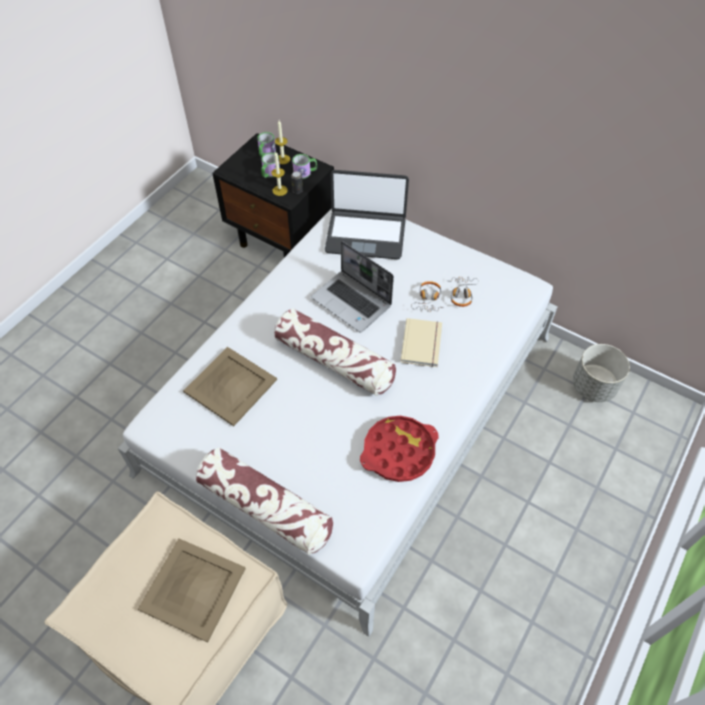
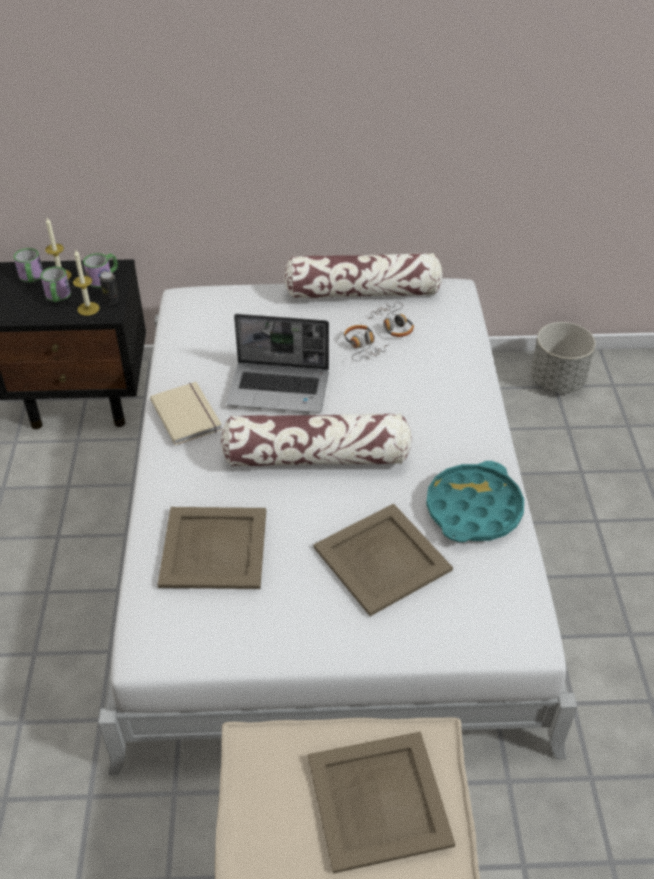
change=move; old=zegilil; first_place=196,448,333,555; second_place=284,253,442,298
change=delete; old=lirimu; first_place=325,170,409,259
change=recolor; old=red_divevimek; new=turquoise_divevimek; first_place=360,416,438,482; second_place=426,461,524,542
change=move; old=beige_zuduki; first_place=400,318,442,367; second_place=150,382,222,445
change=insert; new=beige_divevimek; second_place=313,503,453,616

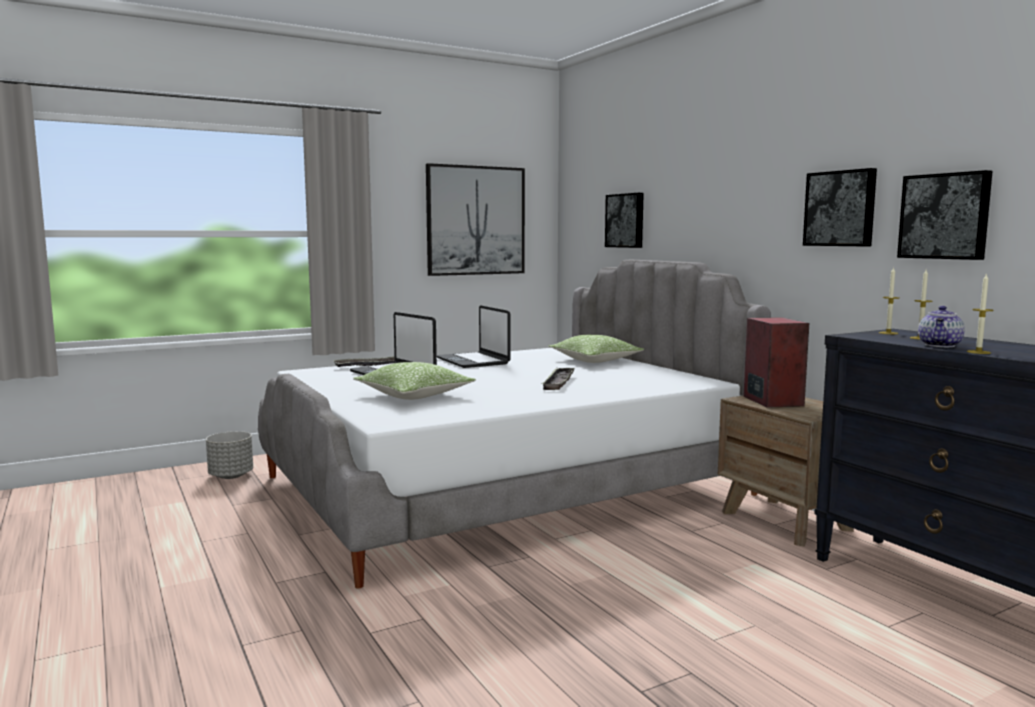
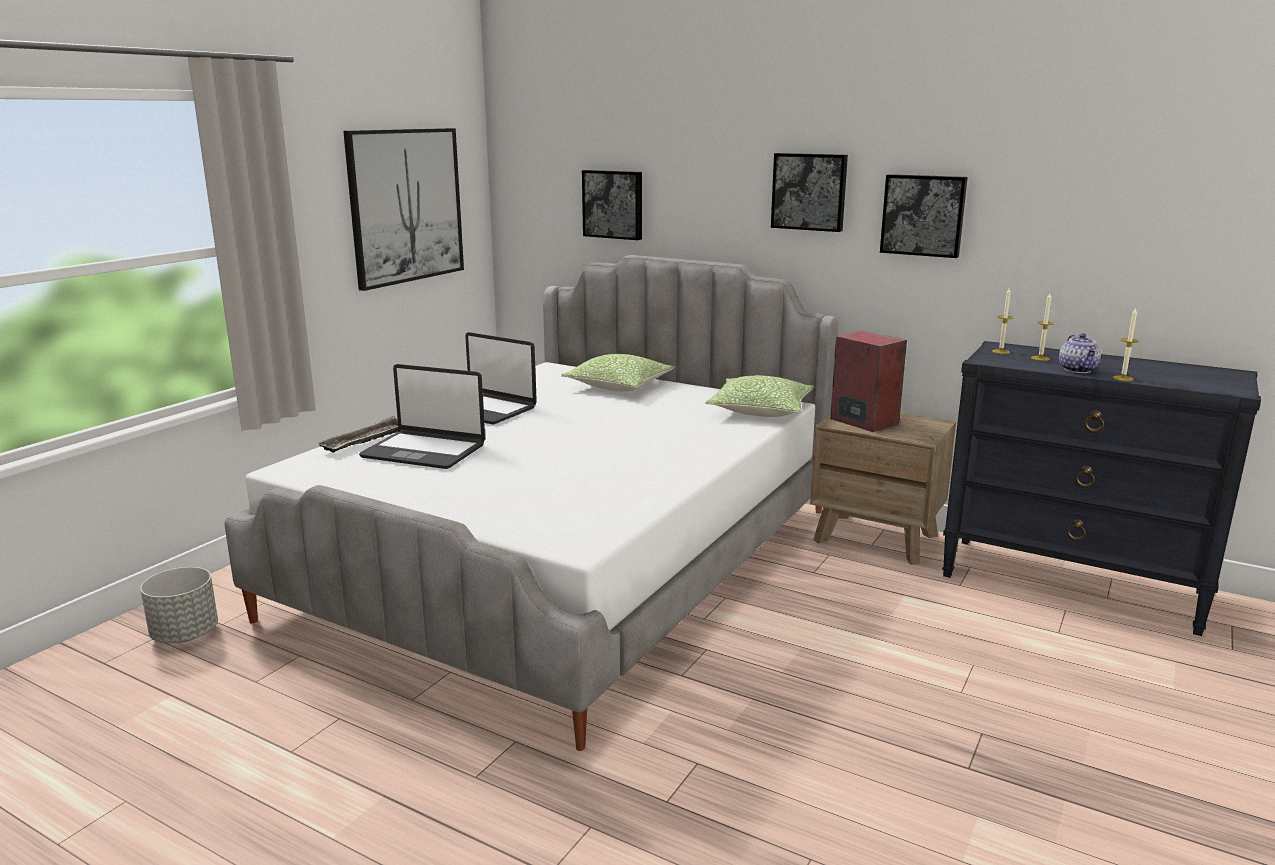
change=move; old=zegilil; first_place=353,362,476,400; second_place=705,375,814,417
change=delete; old=divevimek; first_place=541,368,575,390
change=move; old=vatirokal; first_place=897,170,993,260; second_place=771,153,848,232

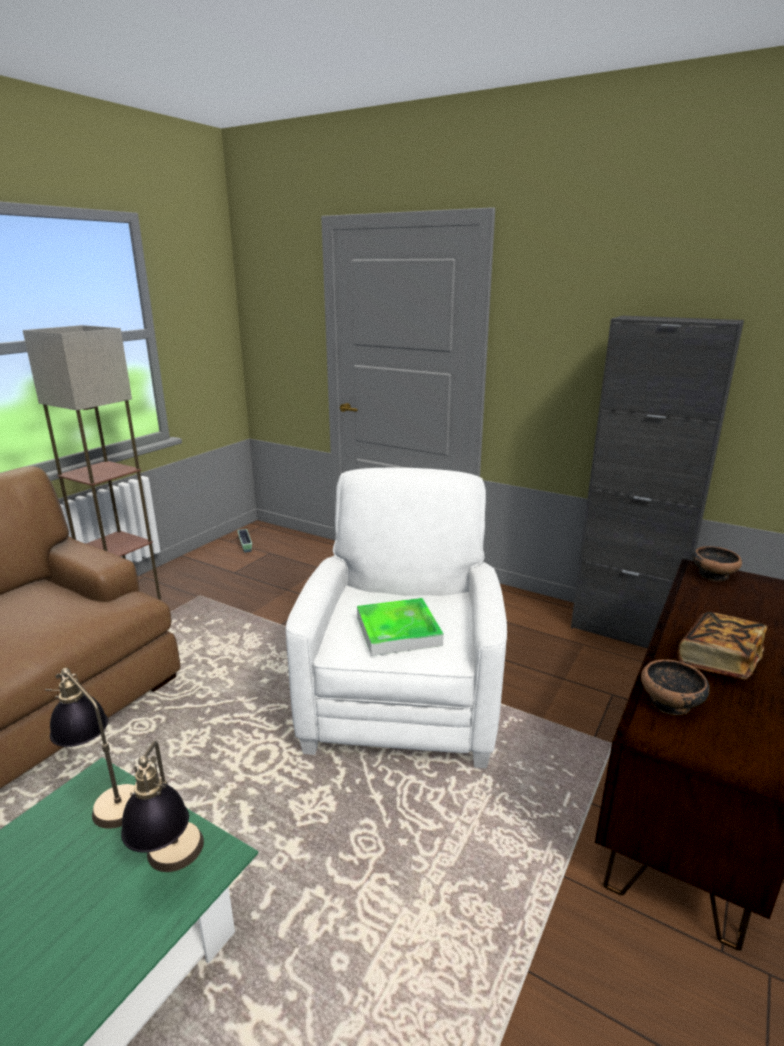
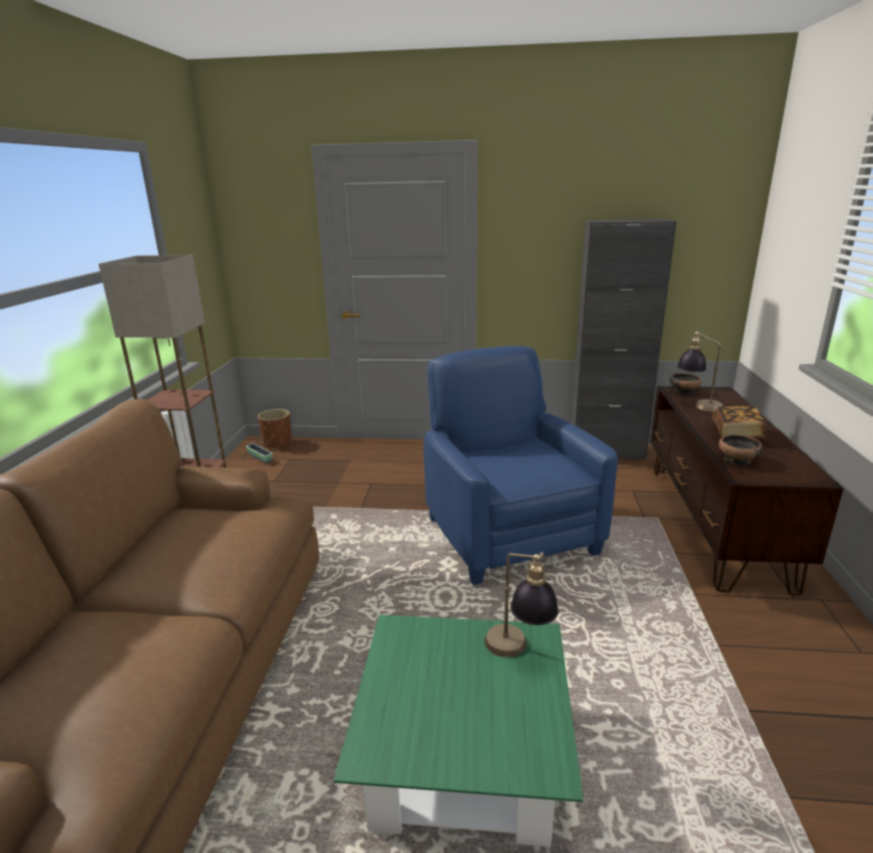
change=move; old=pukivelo; first_place=45,668,135,829; second_place=677,331,723,412
change=recolor; old=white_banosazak; new=blue_banosazak; first_place=286,468,507,768; second_place=423,346,618,585
change=delete; old=divevimek; first_place=357,598,444,656
change=insert; new=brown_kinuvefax; second_place=258,409,292,449

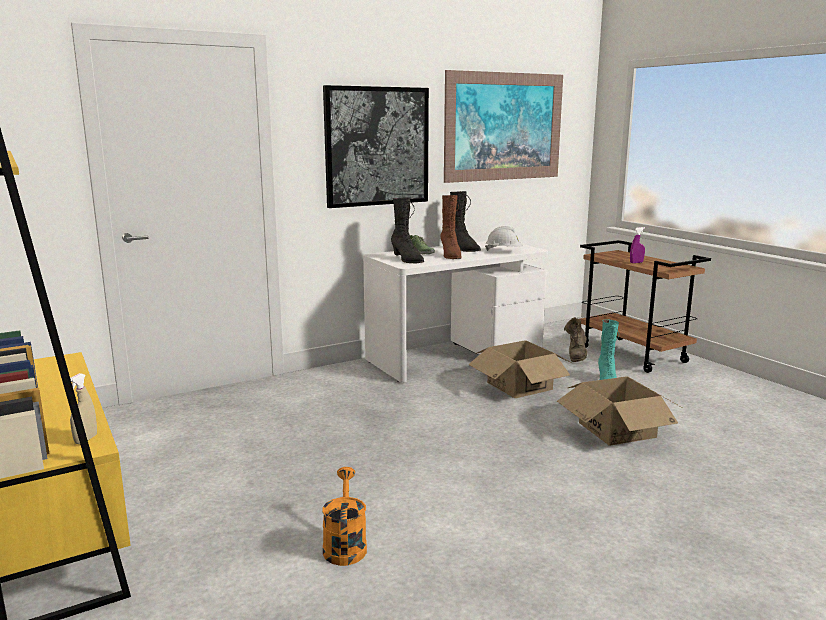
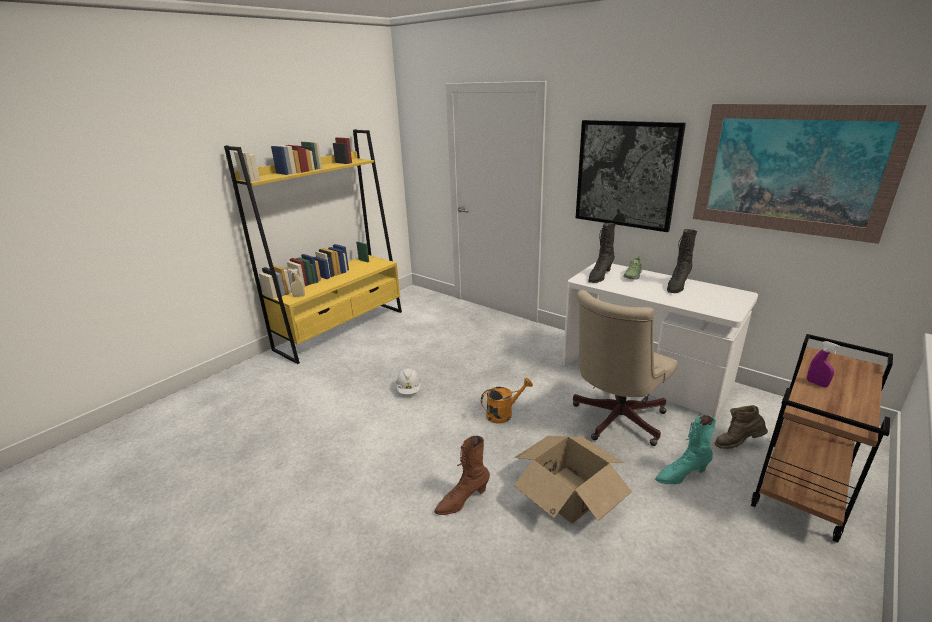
change=move; old=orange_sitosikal; first_place=322,467,367,566; second_place=481,378,533,424
change=move; old=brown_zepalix; first_place=441,195,462,259; second_place=434,436,490,515
change=replace; old=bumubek; new=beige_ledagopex; first_place=468,340,572,398; second_place=573,290,678,446
change=move; old=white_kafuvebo; first_place=485,226,523,251; second_place=396,368,422,394

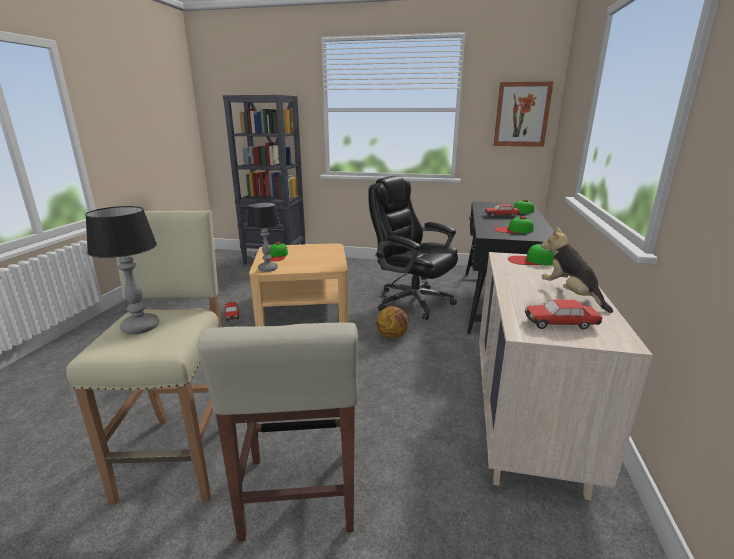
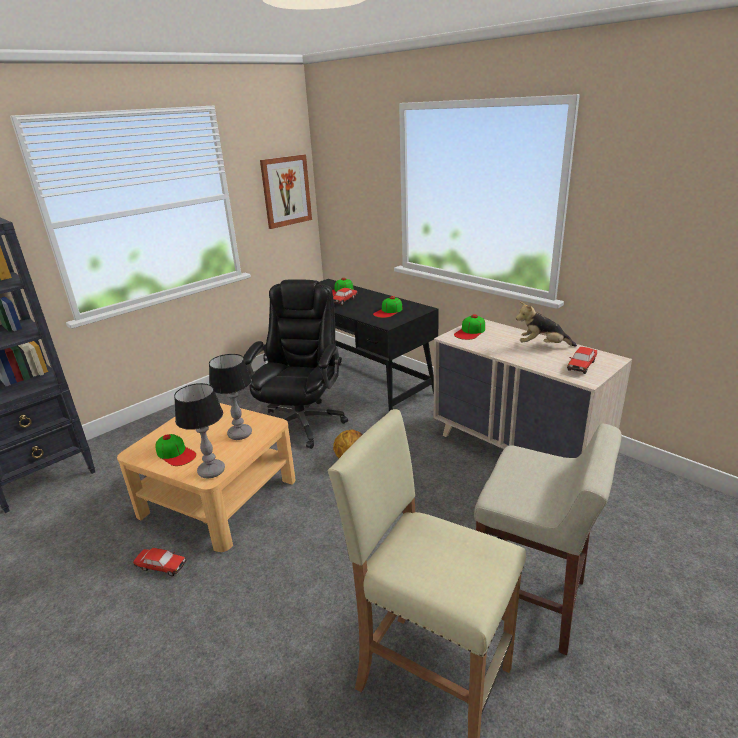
change=move; old=pukivelo; first_place=85,206,159,334; second_place=209,354,252,440
change=rotate; old=black_ledagopex; first_place=368,176,458,320; second_place=243,279,348,449; degrees=120

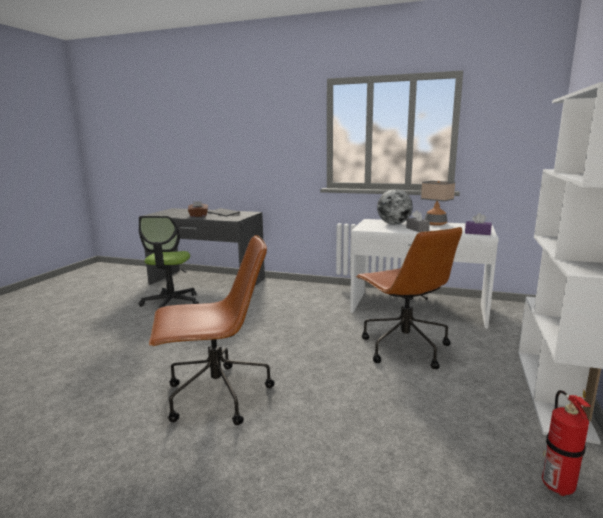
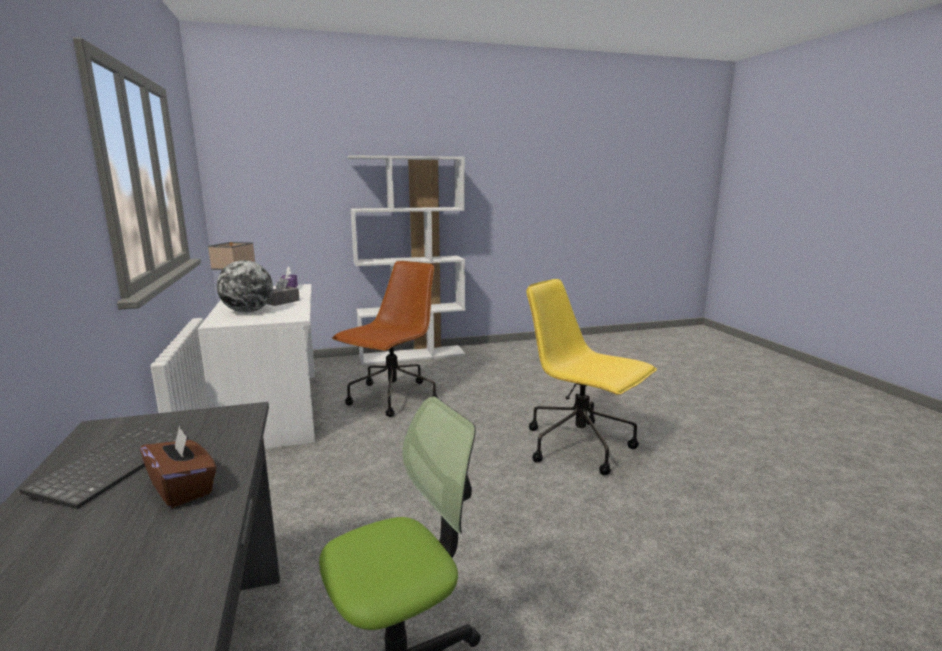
change=recolor; old=brown_ledagopex; new=yellow_ledagopex; first_place=149,235,274,425; second_place=526,279,657,475
change=delete; old=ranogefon; first_place=542,390,591,496

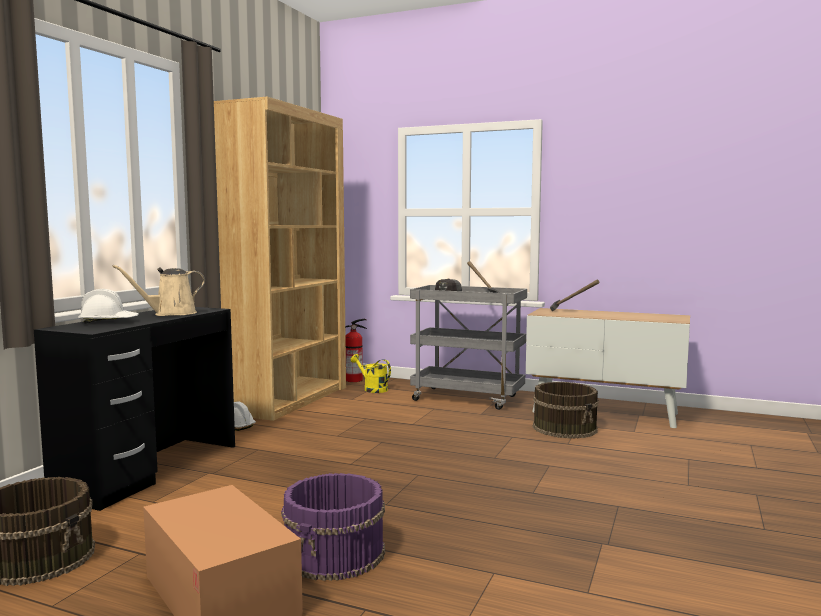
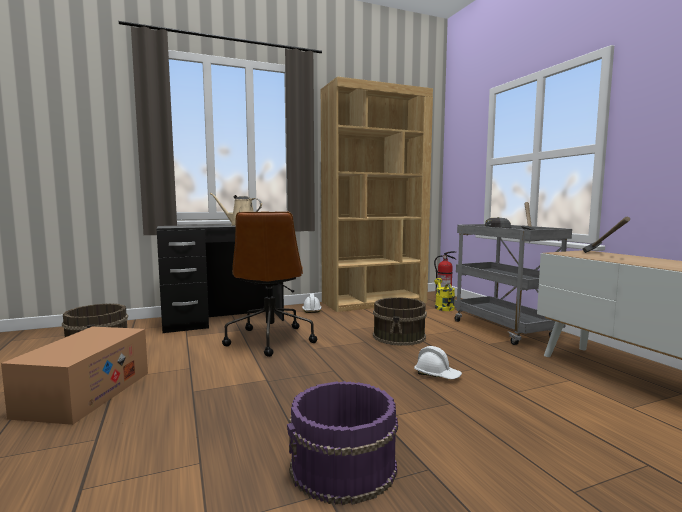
change=move; old=white_kafuvebo; first_place=78,289,139,323; second_place=414,346,462,379
change=move; old=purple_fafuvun; first_place=281,473,385,581; second_place=287,381,398,505
change=move; old=brown_fafuvun; first_place=533,382,599,439; second_place=373,297,427,346
change=insert; new=brown_ledagopex; second_place=222,211,317,357

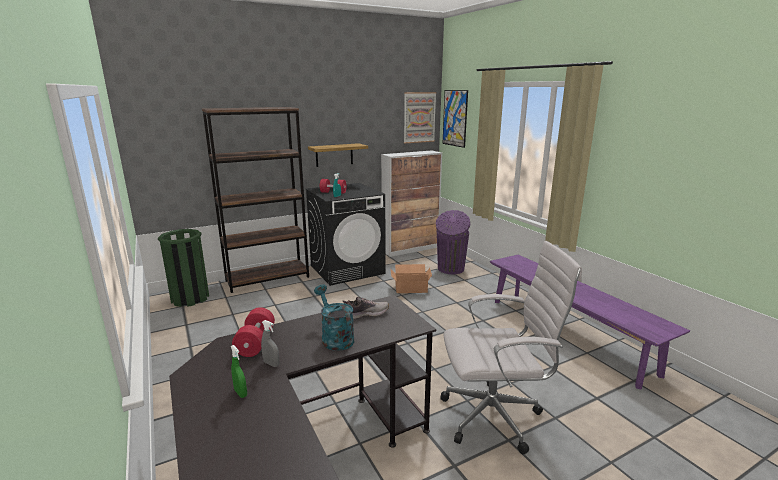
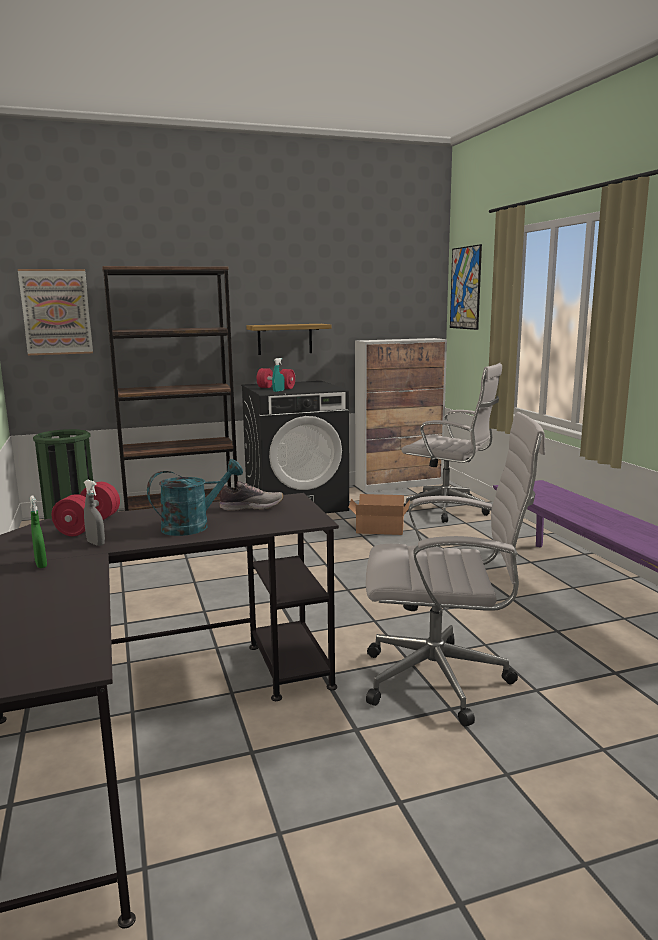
change=rotate; old=turquoise_sitosikal; first_place=314,284,354,351; second_place=147,459,243,536; degrees=75
change=move; old=vatirokal; first_place=404,92,436,143; second_place=18,269,93,355
change=replace; old=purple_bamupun; new=white_ledagopex; first_place=436,210,470,274; second_place=401,363,502,523

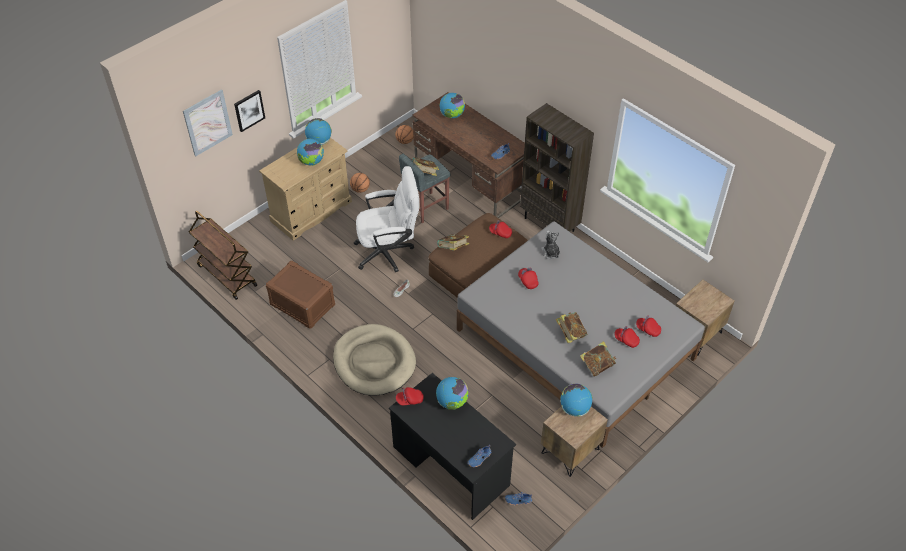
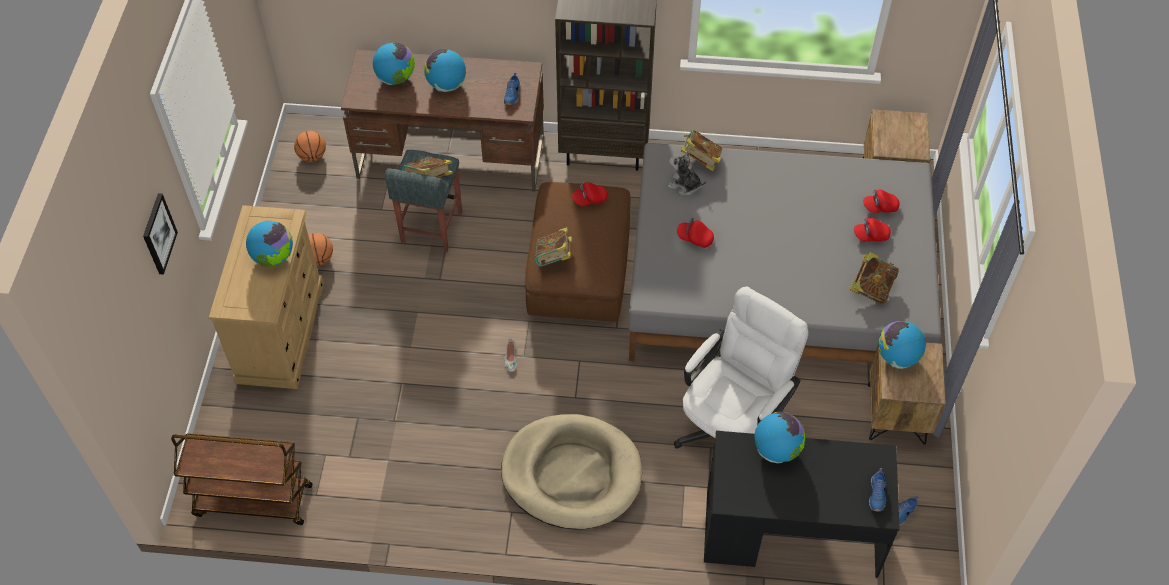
change=delete; old=vatirokal; first_place=183,89,233,156
change=delete; old=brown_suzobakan; first_place=266,261,335,329
change=move; old=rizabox; first_place=305,118,332,145; second_place=424,49,466,92
change=move; old=white_ledagopex; first_place=354,166,419,272; second_place=674,287,808,449
change=delete; old=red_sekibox; first_place=396,387,424,405
change=move; old=zuduki; first_place=556,312,587,343; second_place=681,130,722,171

